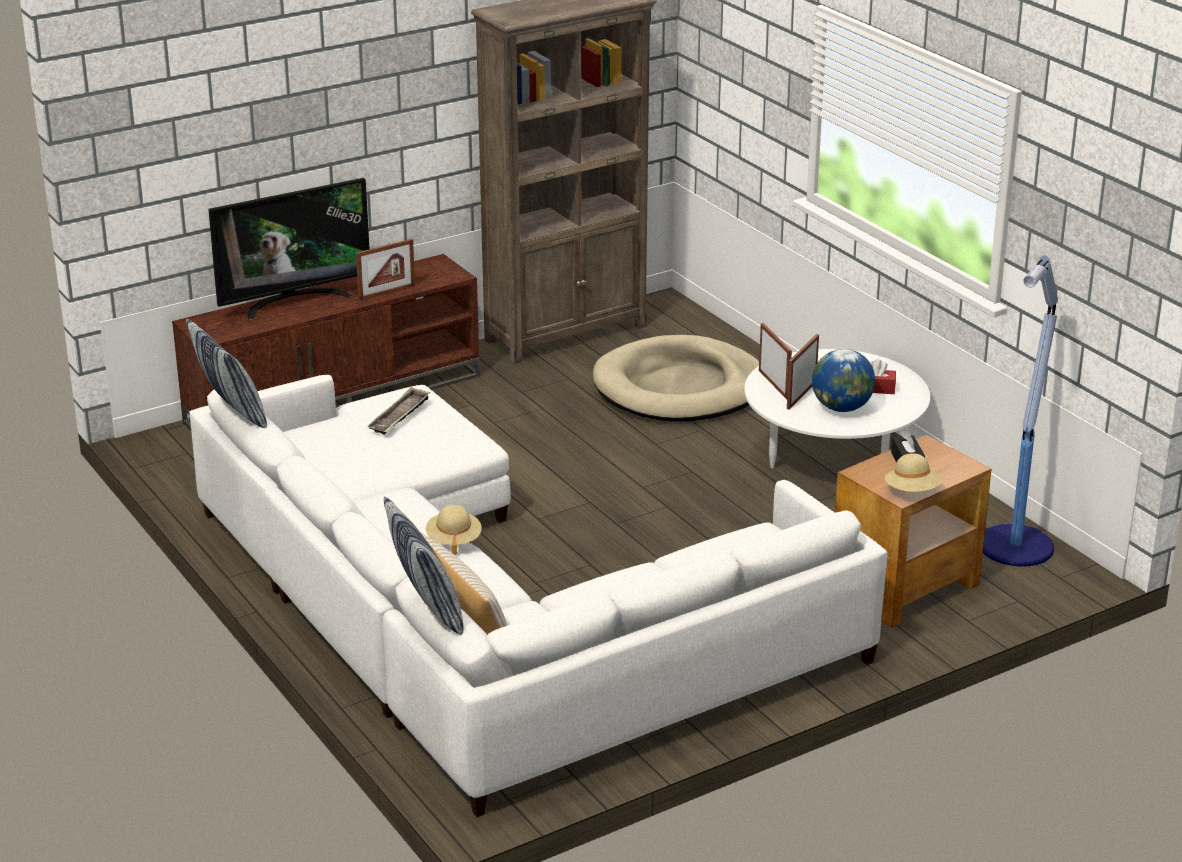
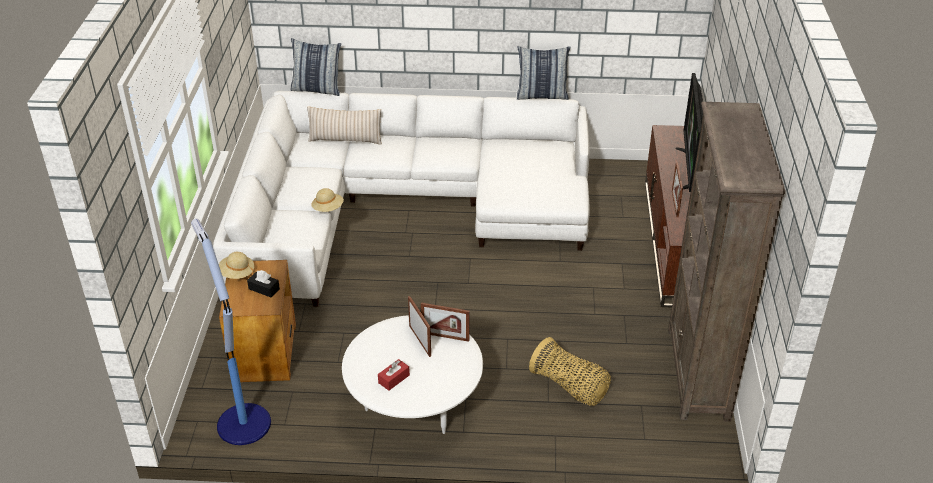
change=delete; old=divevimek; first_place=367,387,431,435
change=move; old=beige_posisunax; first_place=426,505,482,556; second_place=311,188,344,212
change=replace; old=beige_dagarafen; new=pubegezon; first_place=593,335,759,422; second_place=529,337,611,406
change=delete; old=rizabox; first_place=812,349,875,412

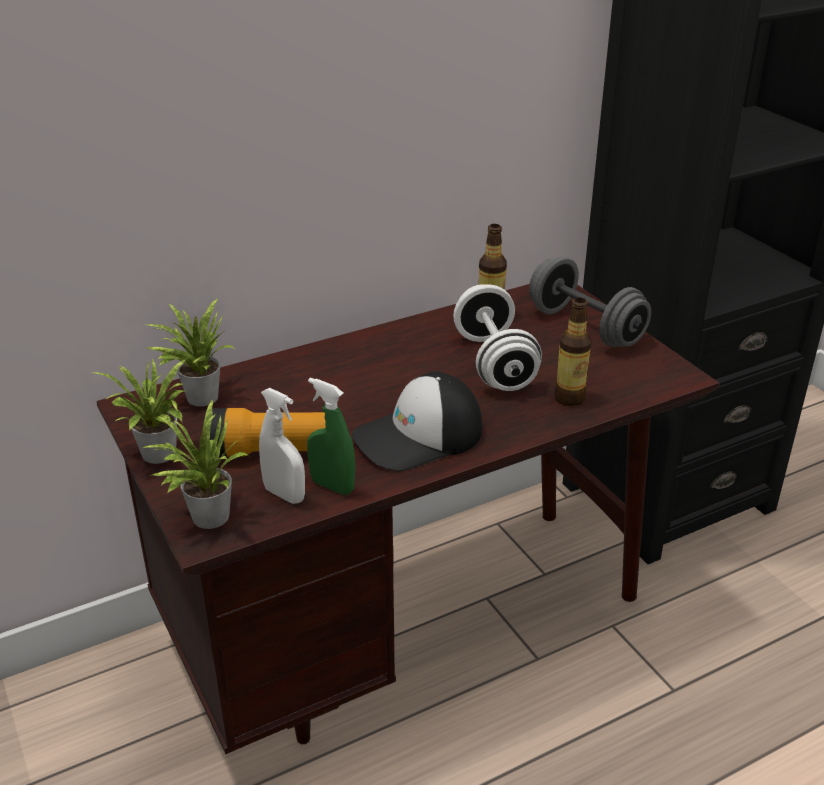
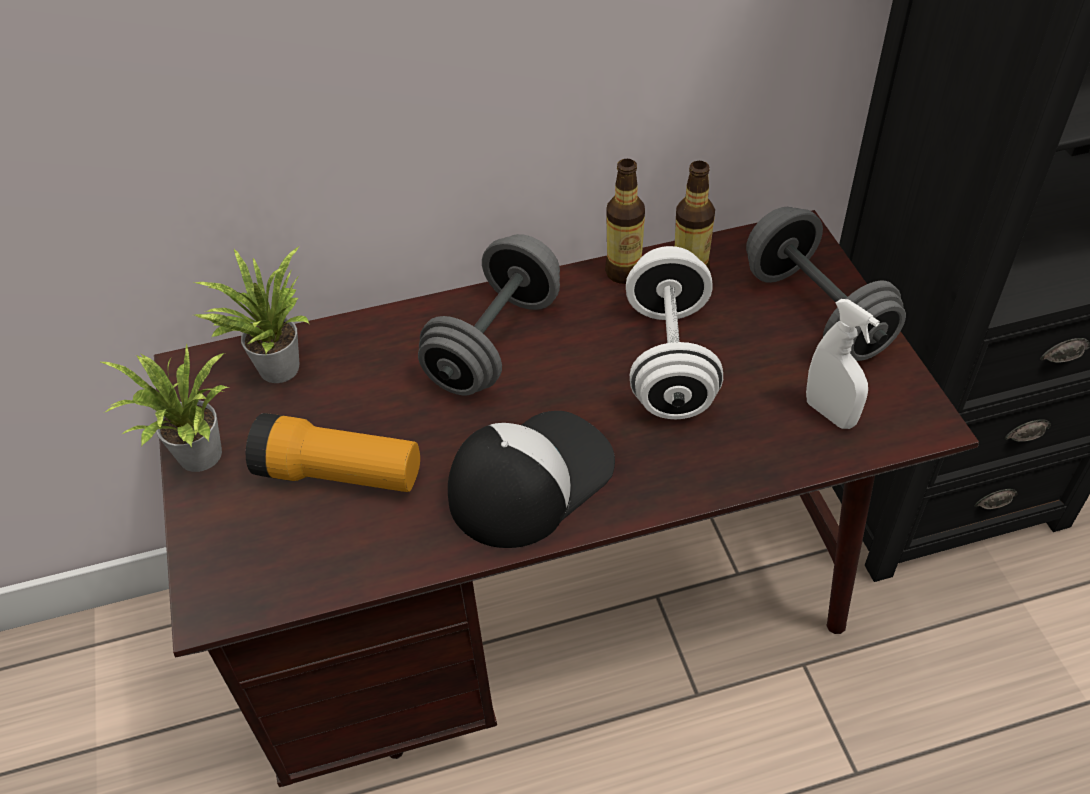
change=delete; old=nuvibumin; first_place=143,399,249,529
change=move; old=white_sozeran; first_place=259,388,305,504; second_place=806,299,880,429
change=delete; old=green_sozeran; first_place=307,377,356,495
change=rotate; old=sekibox; first_place=352,371,482,471; second_place=448,411,615,548; degrees=150
change=move; old=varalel; first_place=554,297,592,406; second_place=605,159,645,284
change=insert; new=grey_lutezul; second_place=418,234,560,396

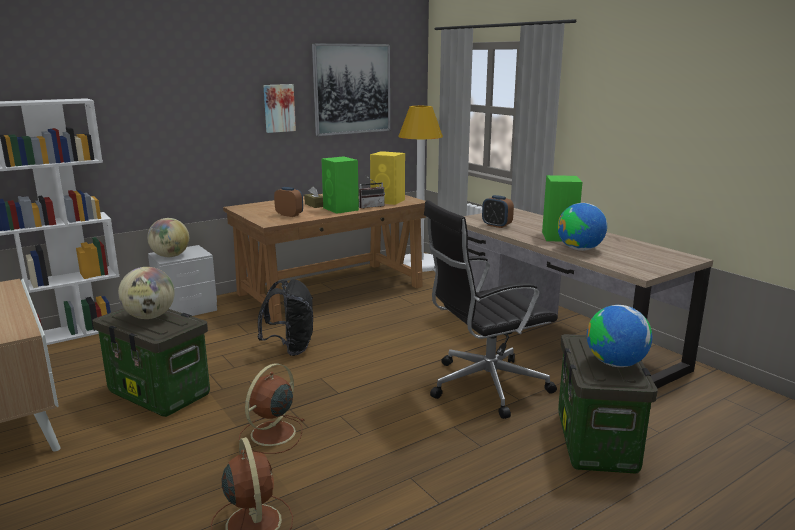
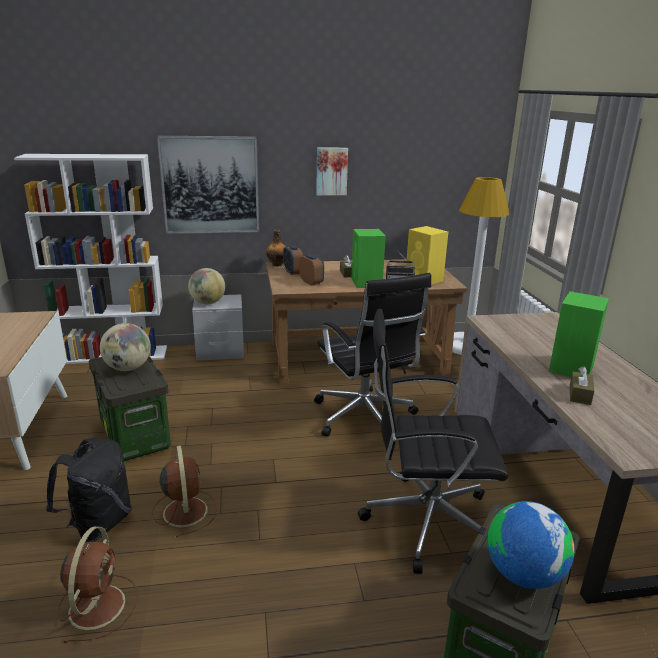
change=rotate; old=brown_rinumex; first_place=239,363,304,454; second_place=152,446,217,537; degrees=105
change=move; old=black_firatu; first_place=258,279,313,356; second_place=46,437,132,542
change=move; old=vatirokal; first_place=312,43,390,136; second_place=157,136,259,234
change=move; old=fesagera; first_place=482,195,514,228; second_place=283,245,303,275
change=replace; old=rizabox; new=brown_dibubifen; first_place=557,203,607,251; second_place=570,367,594,405
change=insert; new=varalel; second_place=266,229,286,267
change=insert; new=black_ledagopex; second_place=314,273,431,437

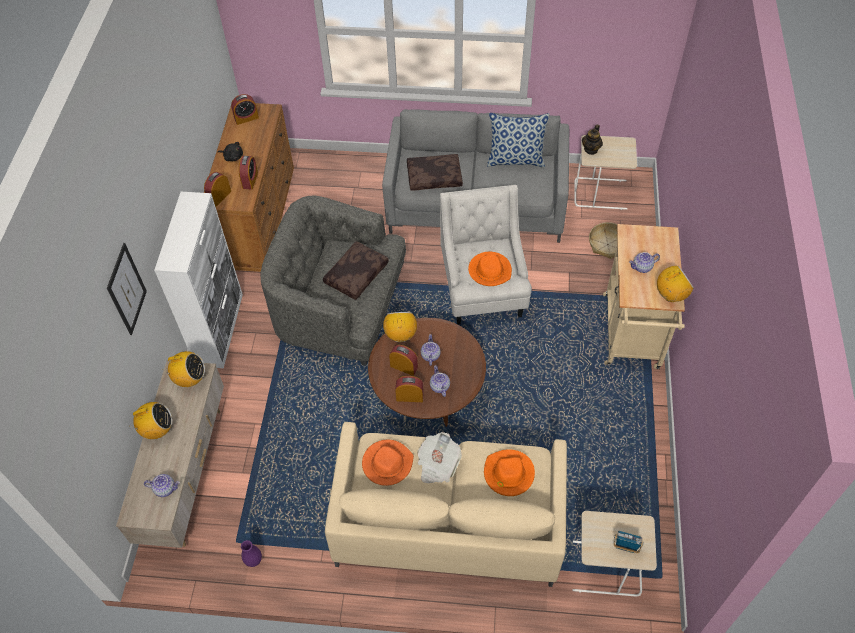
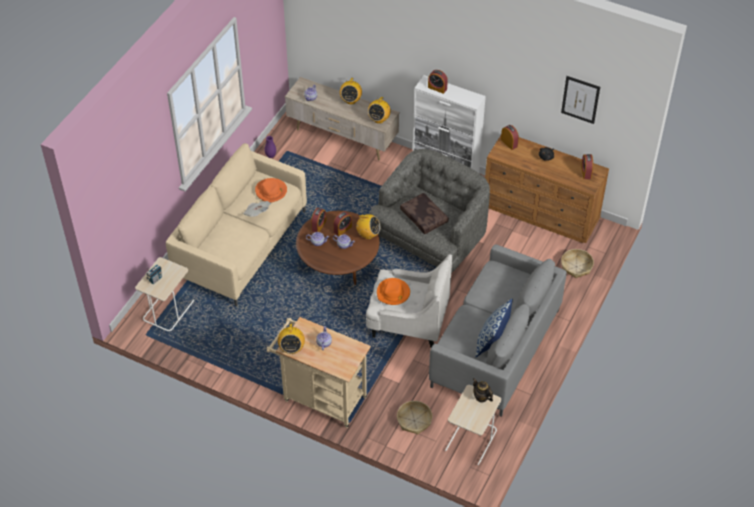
change=move; old=vatirokal; first_place=107,243,147,335; second_place=561,76,600,124
change=move; old=fesagera; first_place=239,156,258,190; second_place=428,70,448,94
change=delete; old=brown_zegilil; first_place=407,154,463,191
change=delete; old=orange_posisunax; first_place=484,449,535,496
change=insert; new=pubegezon; second_place=561,249,594,278

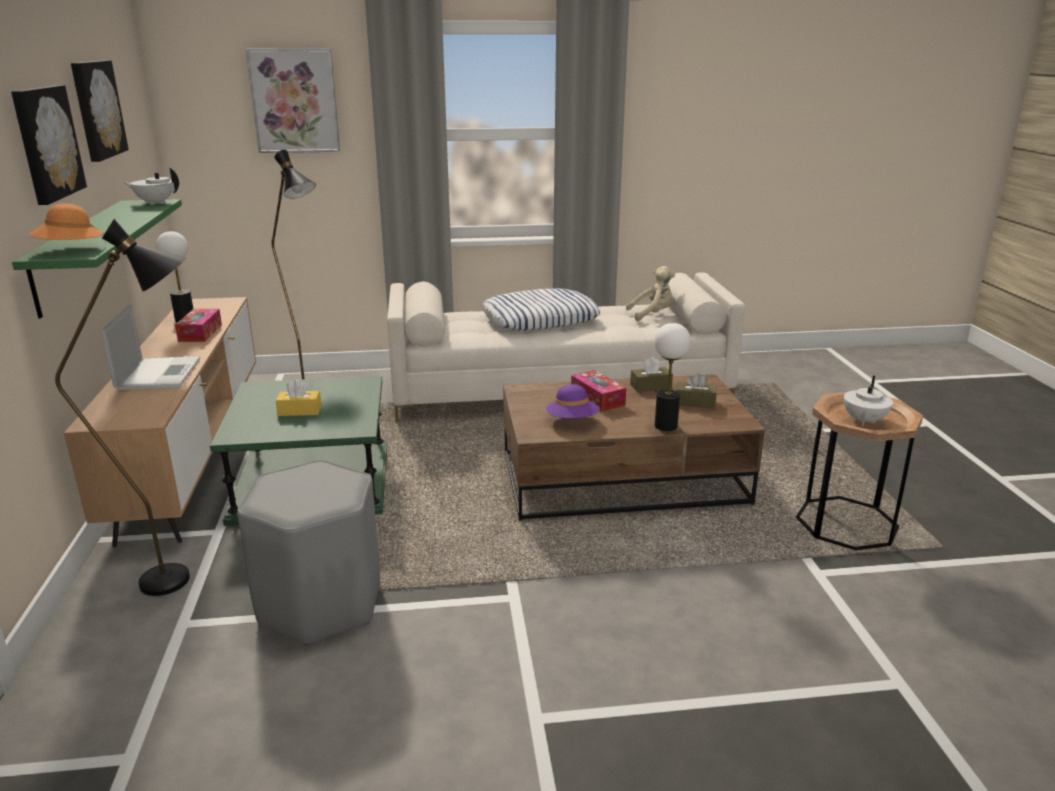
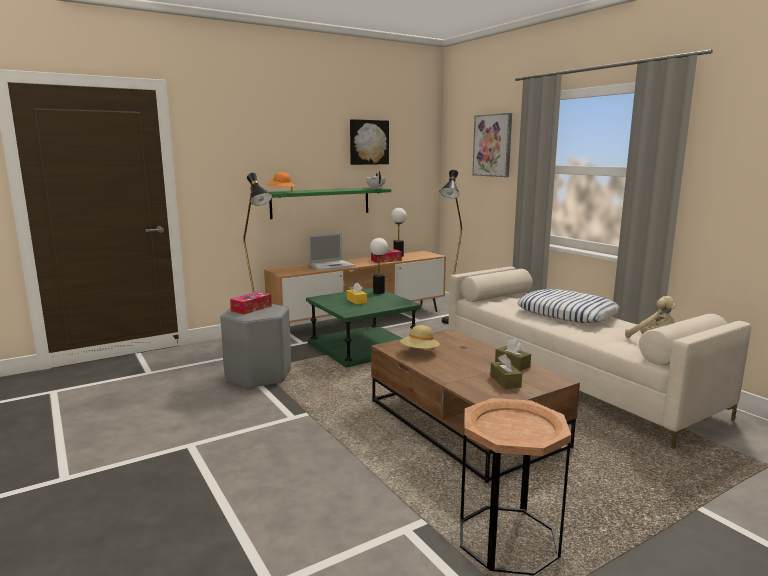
change=delete; old=vatirokal; first_place=11,85,87,205
change=recolor; old=purple_posisunax; new=beige_posisunax; first_place=546,384,600,418; second_place=400,325,440,349
change=move; old=dibubifen; first_place=571,370,626,412; second_place=230,292,272,314
change=move; old=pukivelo; first_place=654,323,691,431; second_place=370,238,388,294
change=delete; old=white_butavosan; first_place=844,376,893,426

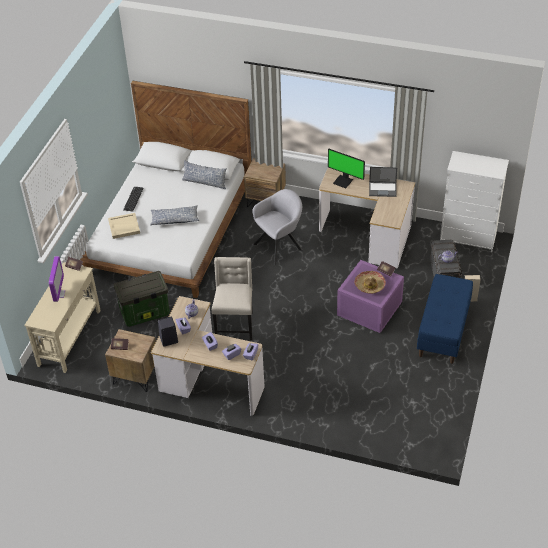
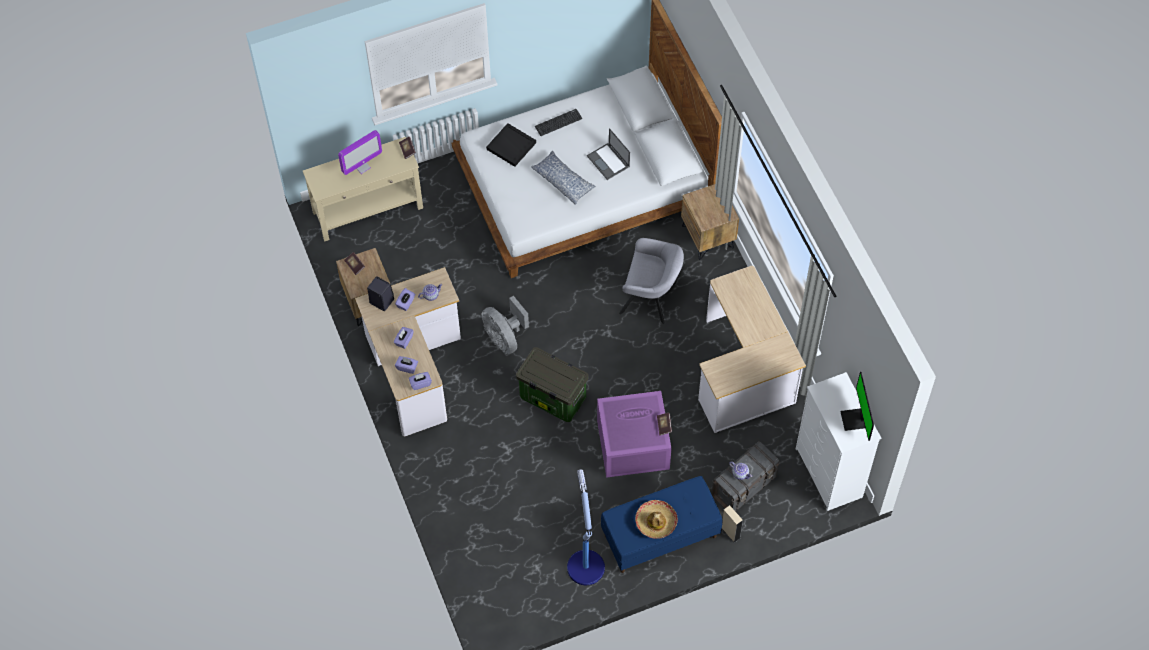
change=recolor; old=beige_divevimek; new=black_divevimek; first_place=108,213,140,239; second_place=486,123,536,167
change=move; old=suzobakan; first_place=114,271,170,327; second_place=516,347,588,422
change=delete; old=zegilil; first_place=182,160,227,189
change=replace; old=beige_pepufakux; new=grey_rinumex; first_place=212,257,253,340; second_place=481,296,529,354
change=move; old=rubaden; first_place=328,149,365,188; second_place=840,372,874,441
change=move; old=posisunax; first_place=354,271,386,294; second_place=635,500,678,539
change=move; old=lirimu; first_place=369,167,397,197; second_place=587,128,630,180
change=insert; new=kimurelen; second_place=567,470,605,585

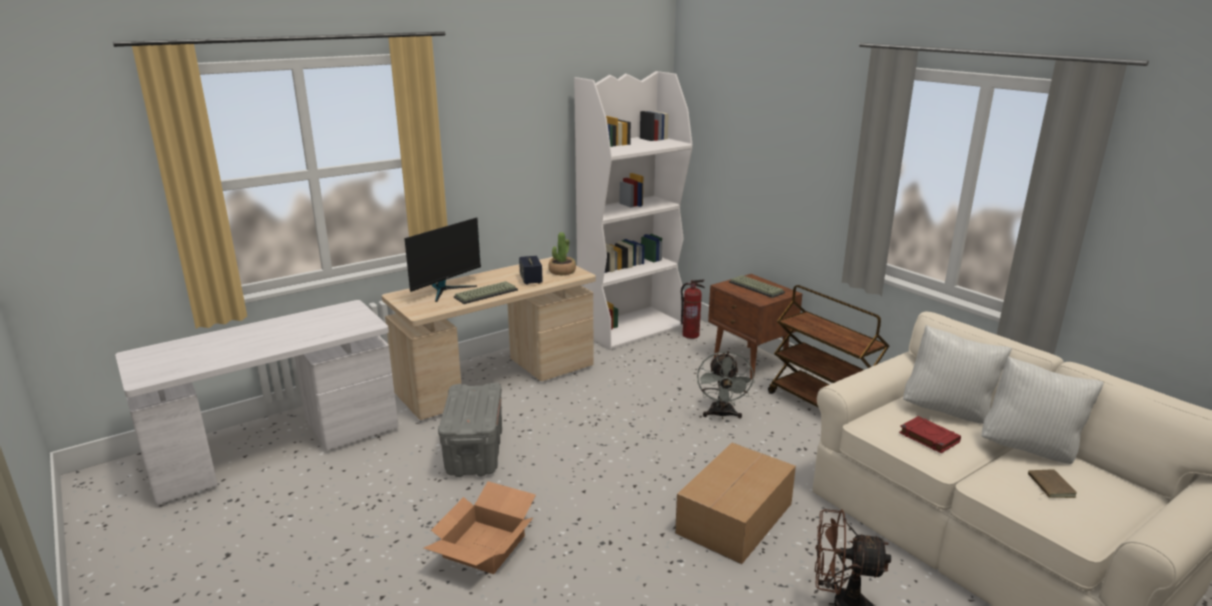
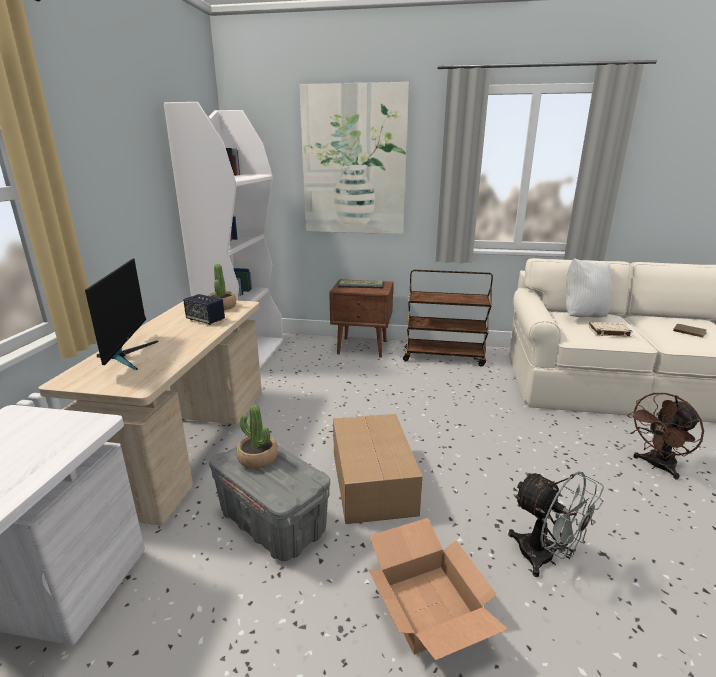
change=delete; old=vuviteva; first_place=454,281,518,304
change=move; old=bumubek; first_place=675,443,796,564; second_place=333,414,422,524
change=delete; old=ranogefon; first_place=681,279,705,339
change=move; old=grey_rinumex; first_place=697,351,755,419; second_place=508,471,604,577
change=recolor; old=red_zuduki; new=beige_zuduki; first_place=899,416,961,453; second_place=589,322,633,337
change=delete; old=white_zegilil; first_place=981,356,1104,464
change=insert; new=nuvibumin; second_place=237,405,278,469
change=insert; new=vatirokal; second_place=299,82,409,234

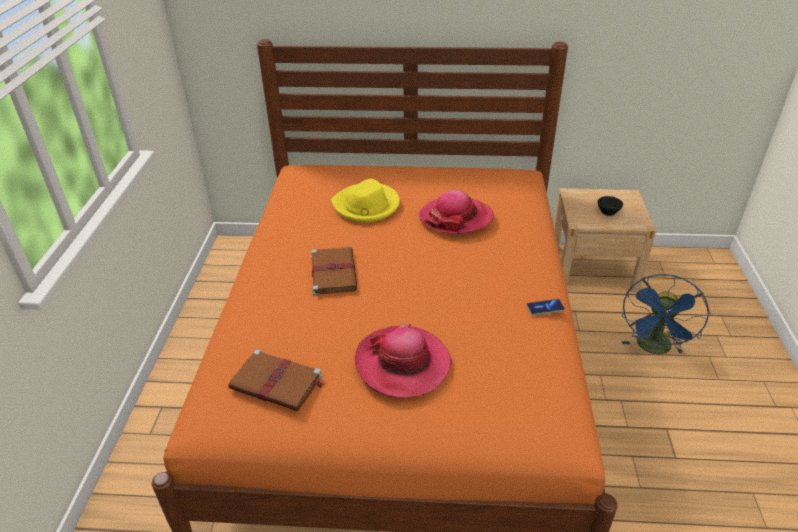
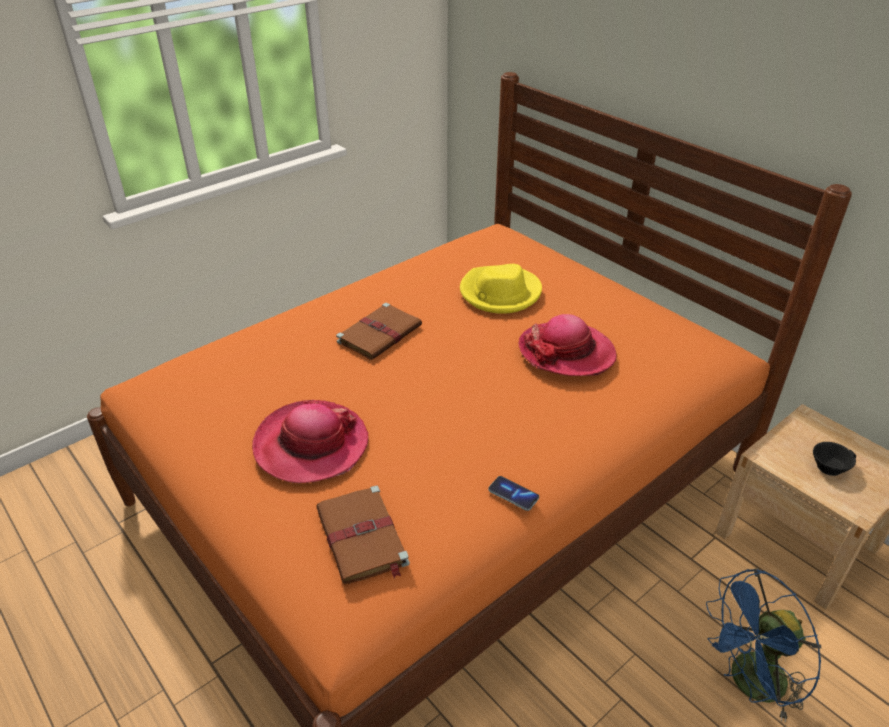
change=move; old=brown_zuduki; first_place=228,349,324,411; second_place=316,485,410,584

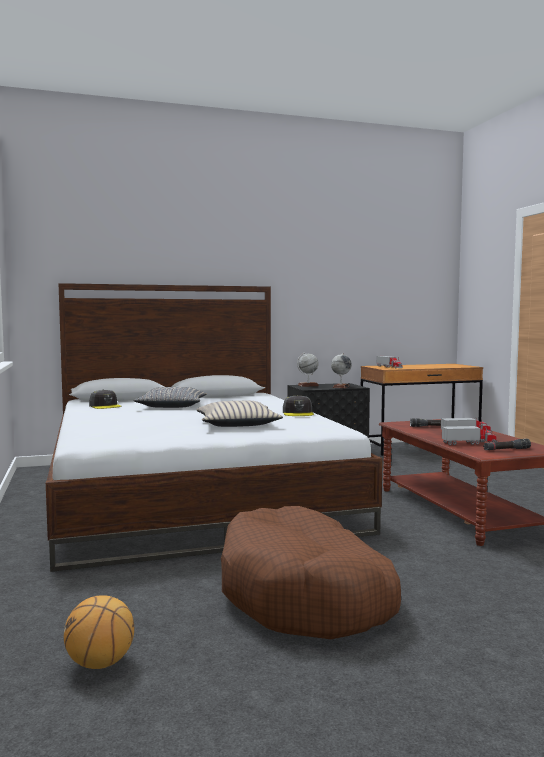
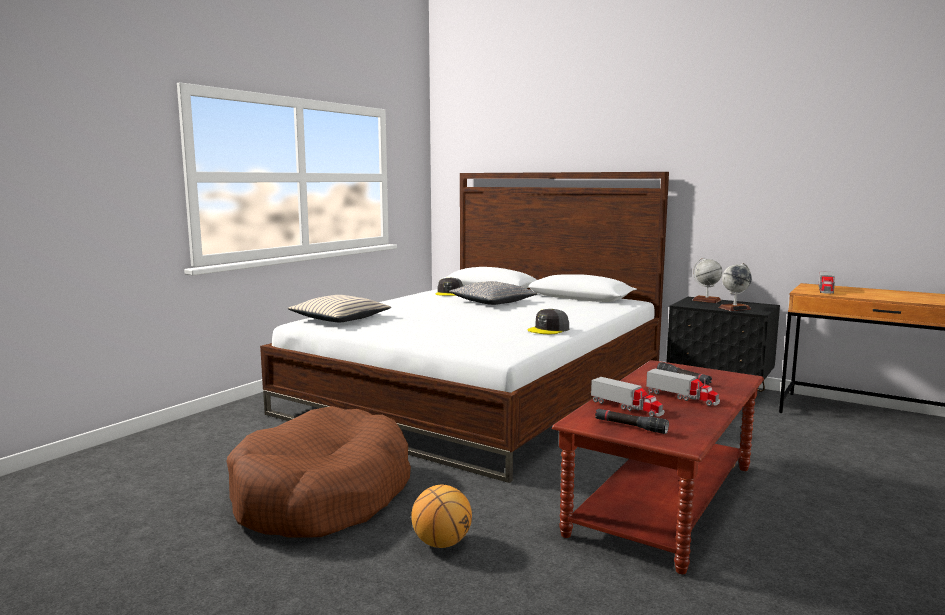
change=move; old=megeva; first_place=64,595,134,669; second_place=411,485,472,548
change=move; old=beige_zegilil; first_place=196,401,283,427; second_place=288,295,391,322

